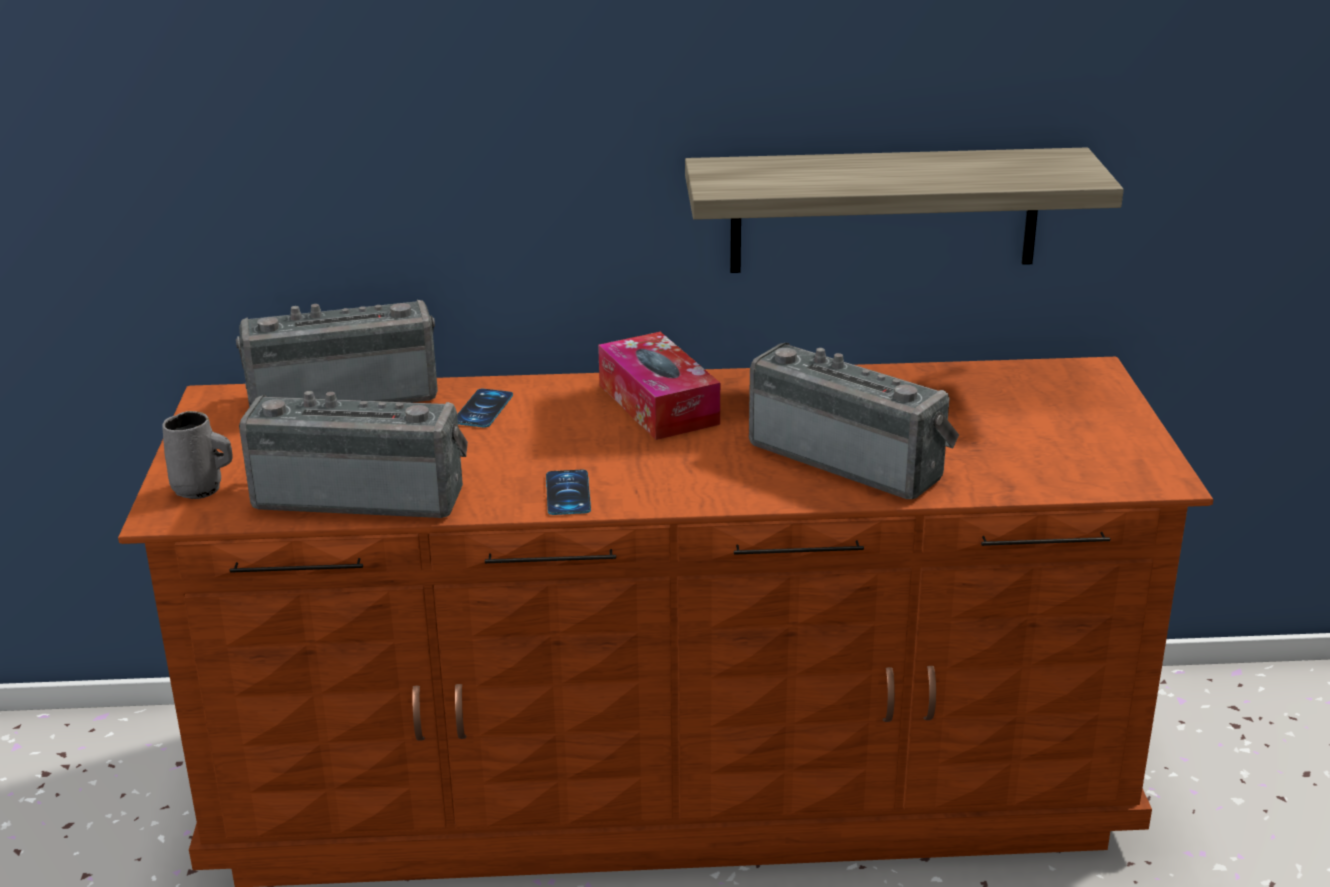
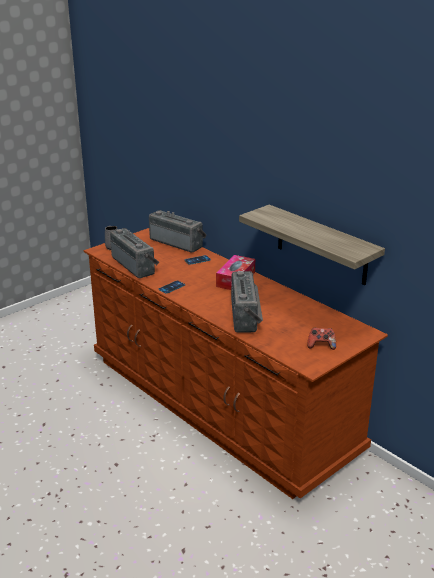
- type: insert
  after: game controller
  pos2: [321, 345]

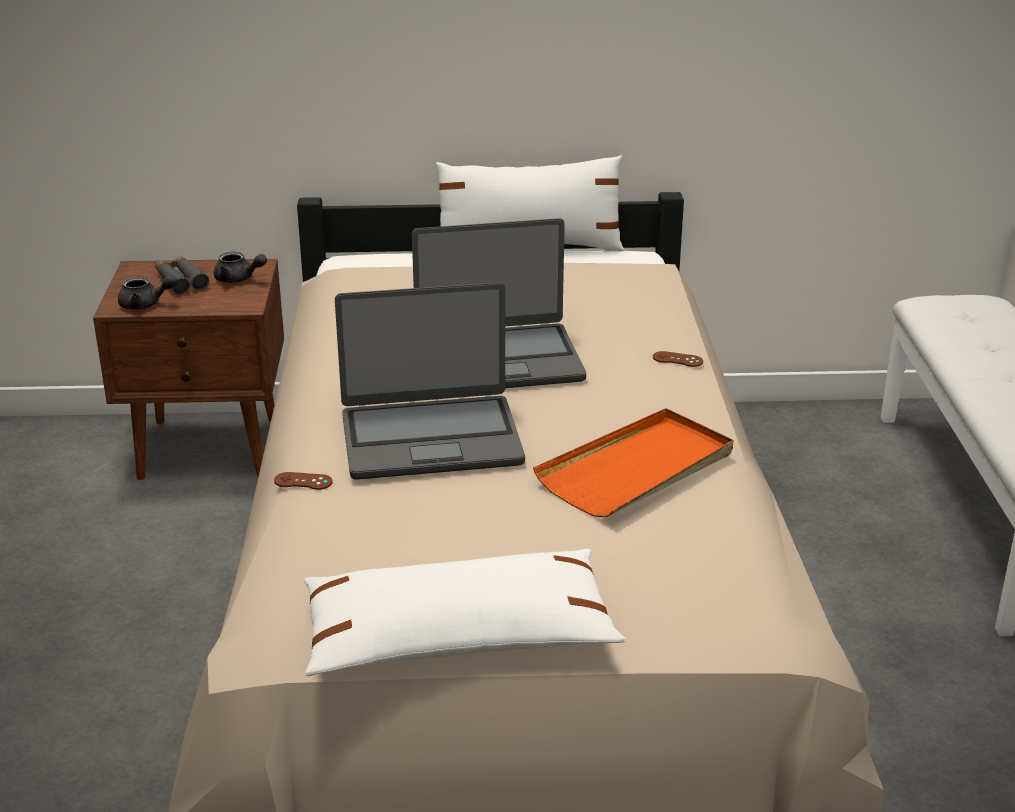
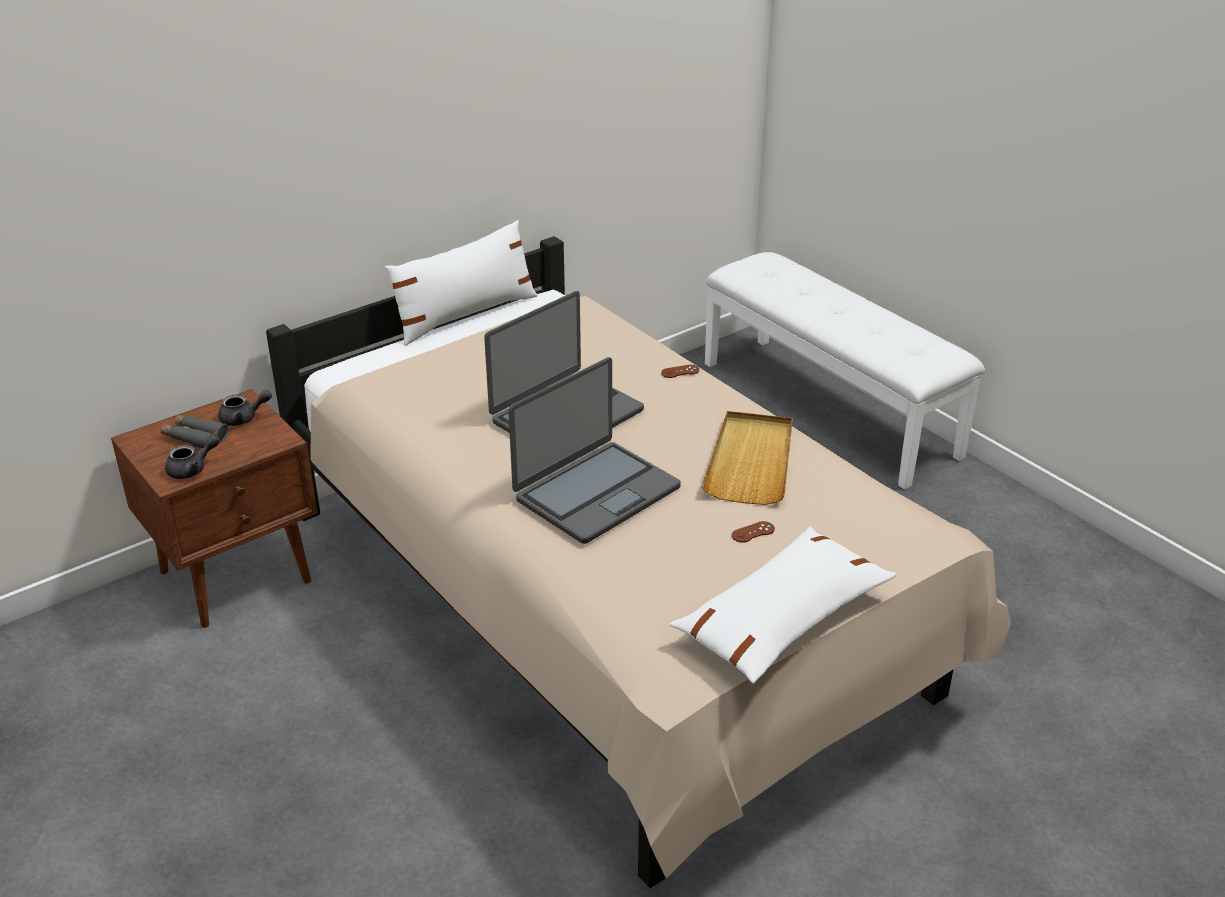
- type: recolor
  before: orangey serving tray
  after: sand-coloured serving tray
  pos1: [637, 469]
  pos2: [751, 461]
- type: move
  before: brown-coloured game controller
  pos1: [303, 481]
  pos2: [753, 532]

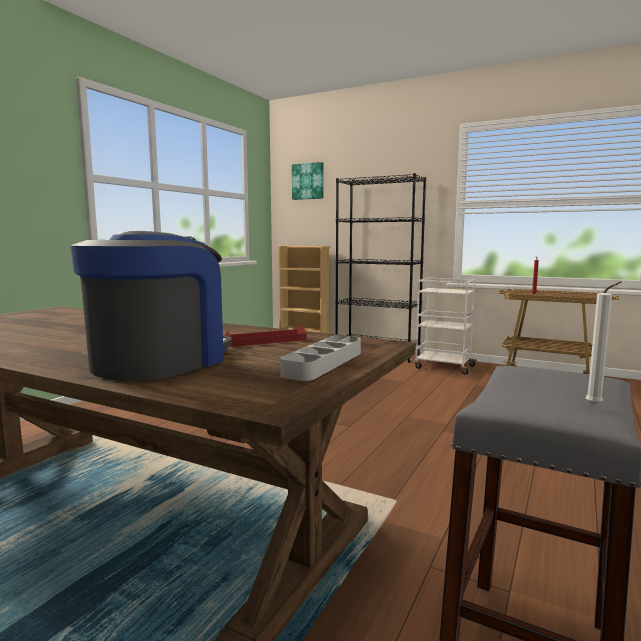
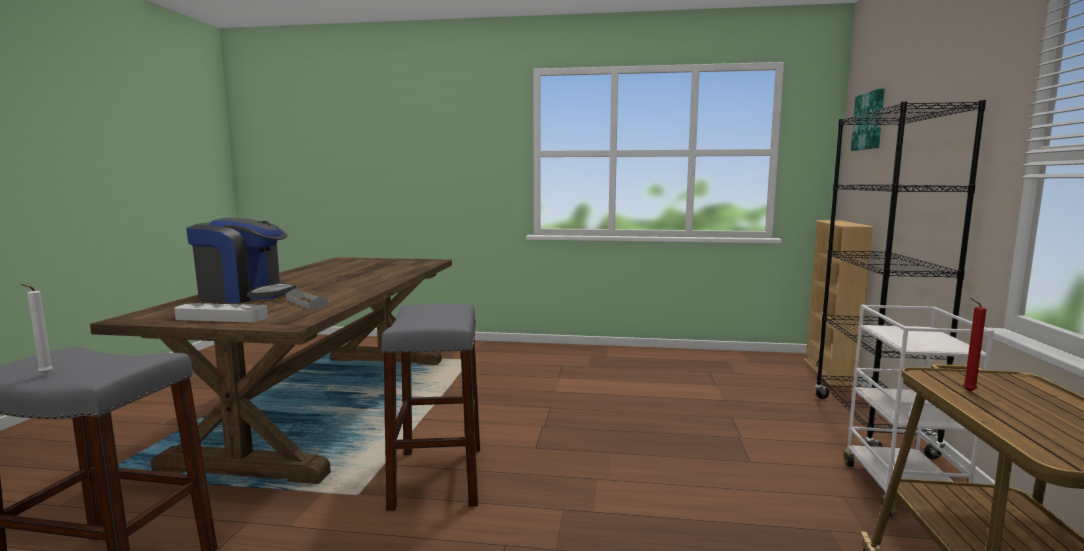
- type: recolor
  before: red-coloured serving tray
  after: gray serving tray
  pos1: [266, 341]
  pos2: [306, 302]
- type: insert
  after: gray stool seat
  pos2: [437, 477]

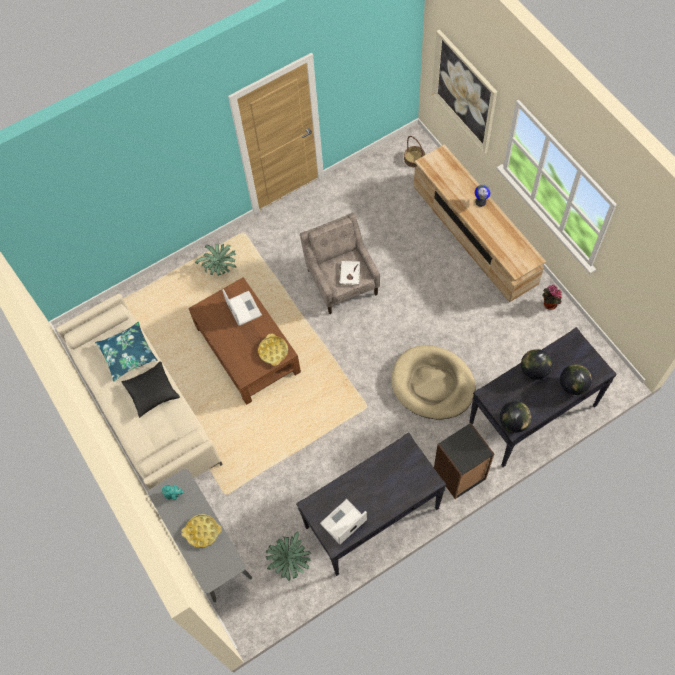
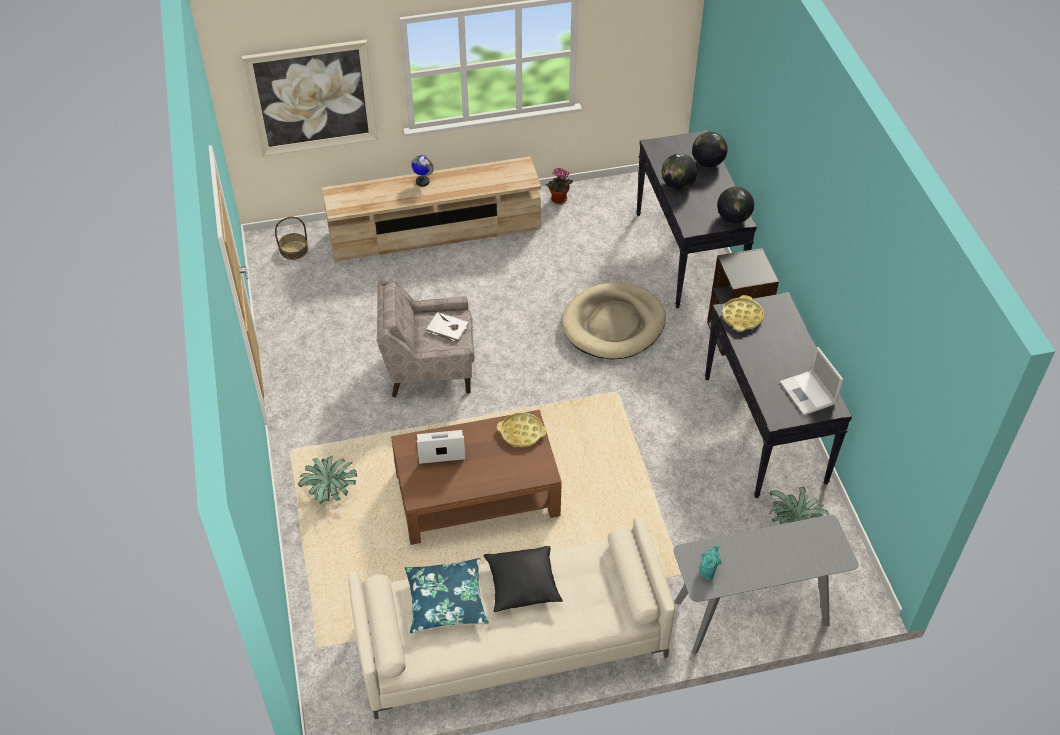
- type: move
  before: yellowish serving tray
  pos1: [202, 532]
  pos2: [742, 316]

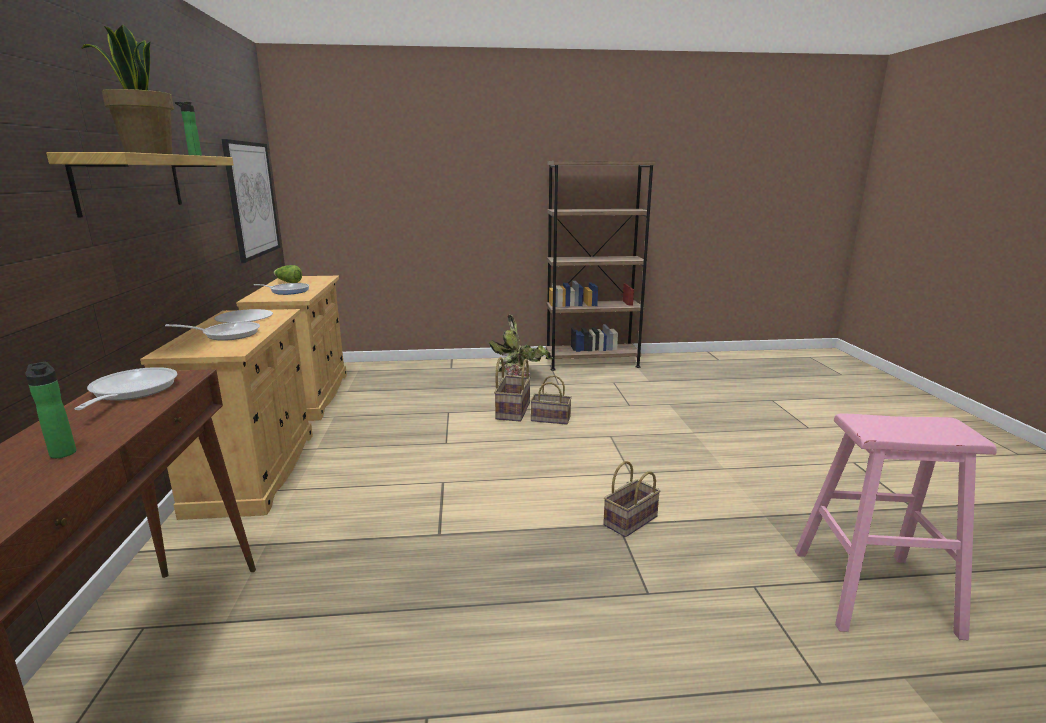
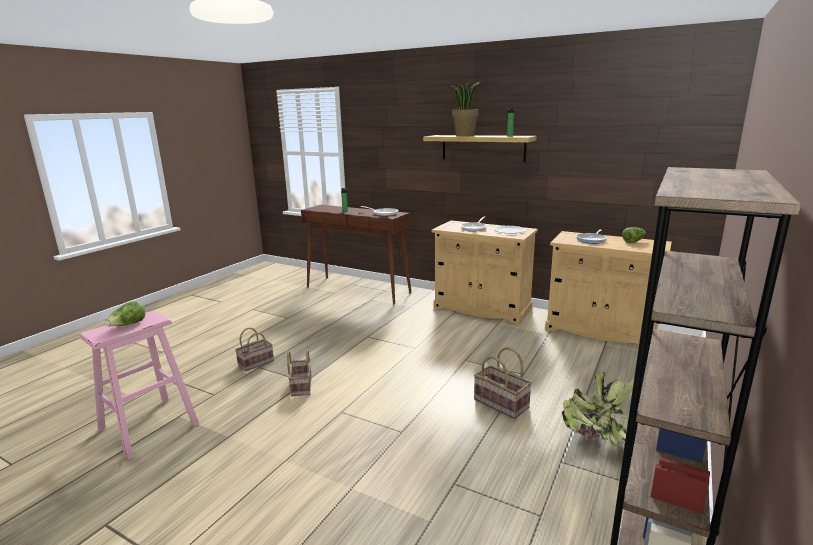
- type: delete
  before: picture
  pos1: [252, 199]
- type: move
  before: basket
  pos1: [549, 419]
  pos2: [256, 362]
- type: insert
  after: head of lettuce
  pos2: [128, 325]

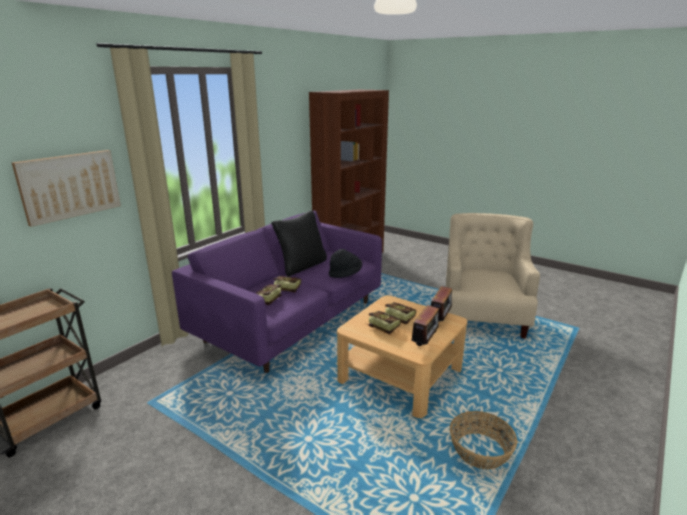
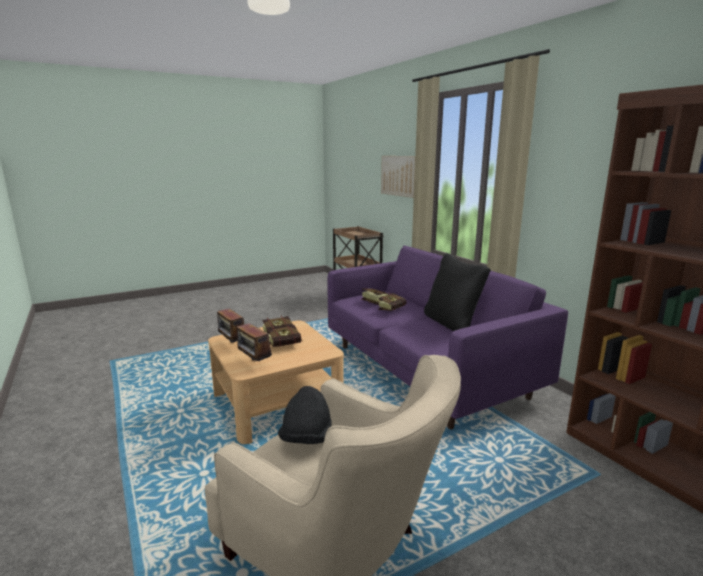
- type: move
  before: blackish hat
  pos1: [345, 274]
  pos2: [307, 439]
- type: delete
  before: basket
  pos1: [479, 451]

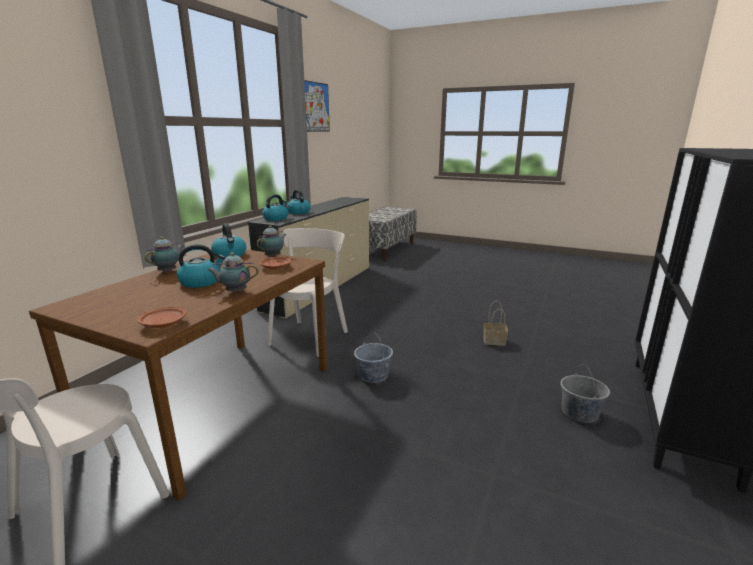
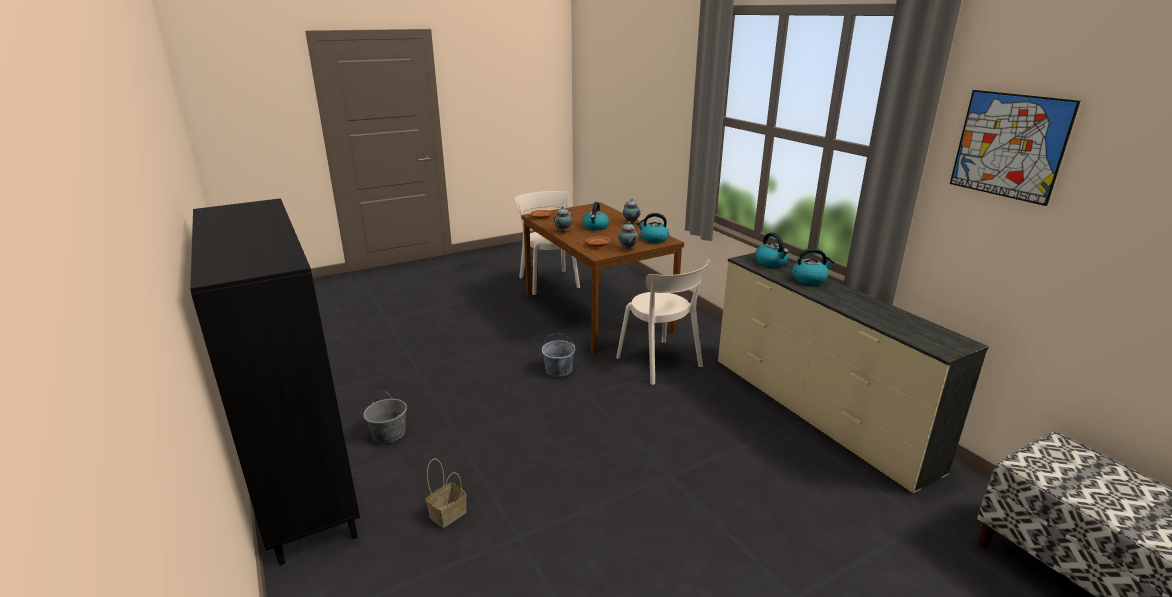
- type: move
  before: basket
  pos1: [493, 341]
  pos2: [448, 513]

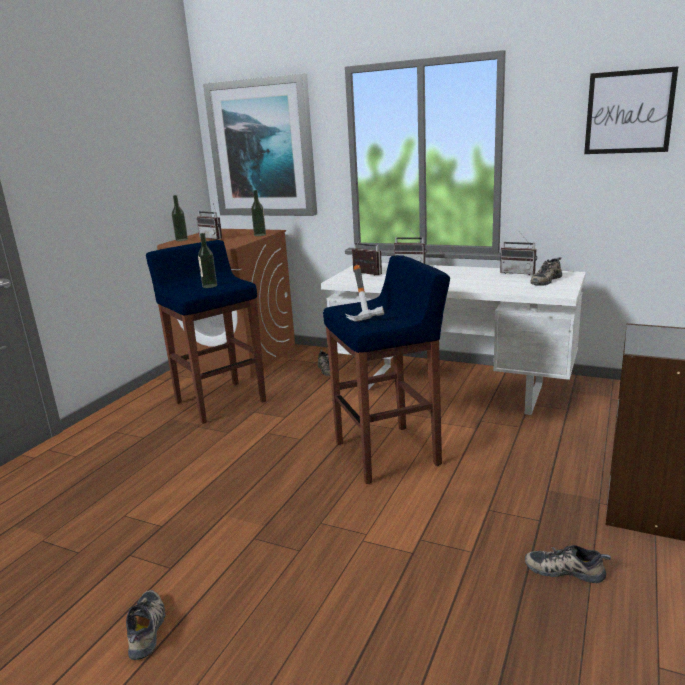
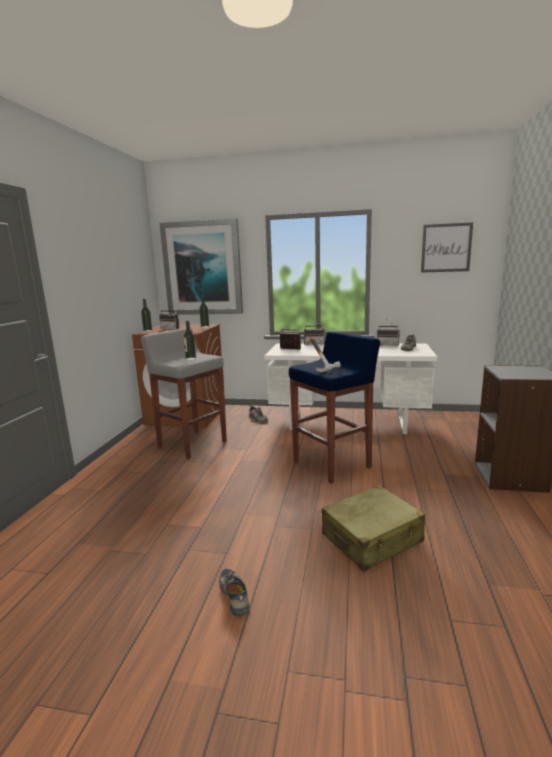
- type: recolor
  before: blue-coloured stool seat
  after: gray stool seat
  pos1: [220, 401]
  pos2: [192, 444]
- type: delete
  before: low shoe
  pos1: [565, 569]
- type: insert
  after: sand-coloured suitcase
  pos2: [372, 538]

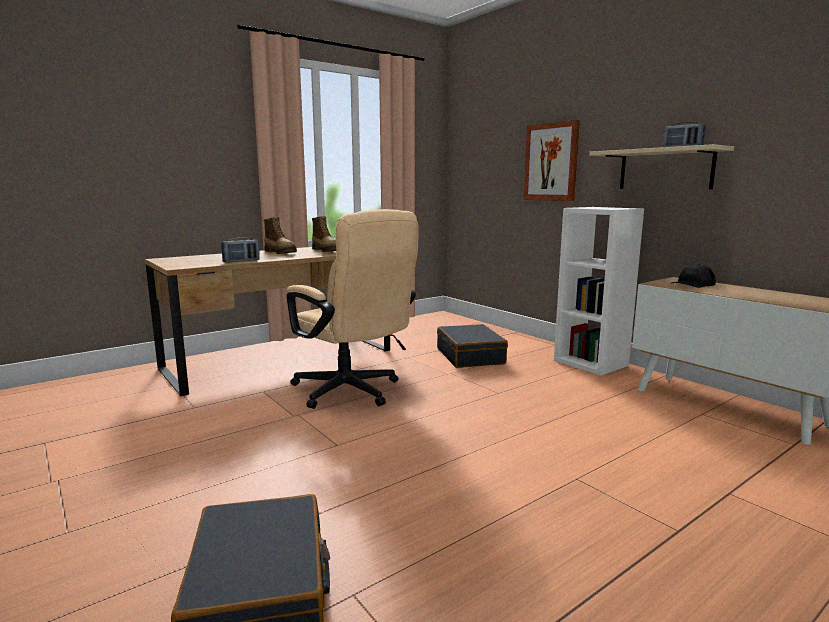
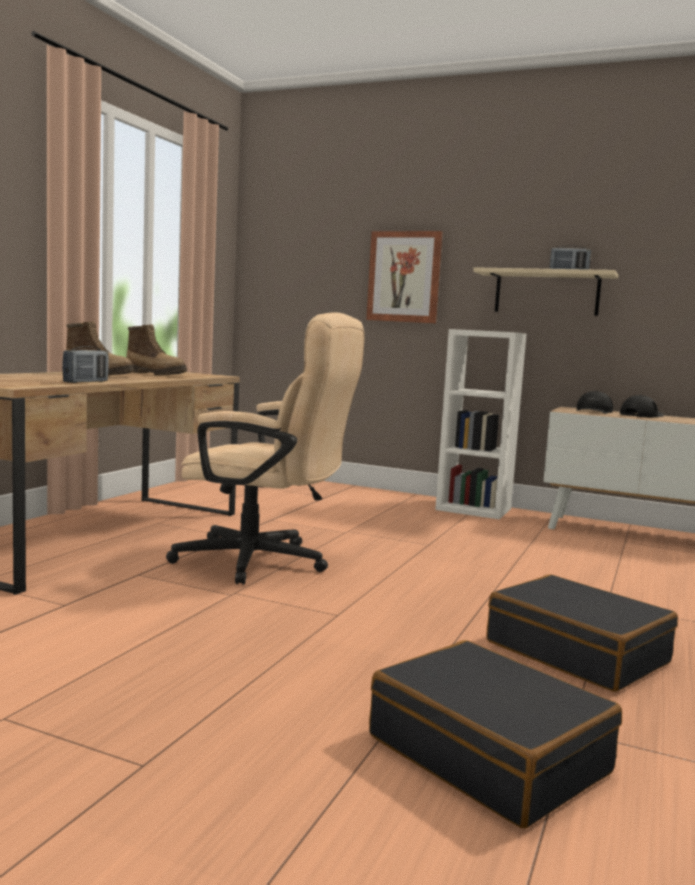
- type: move
  before: blackish suitcase
  pos1: [470, 356]
  pos2: [577, 652]
- type: insert
  after: blackish cap
  pos2: [641, 415]

